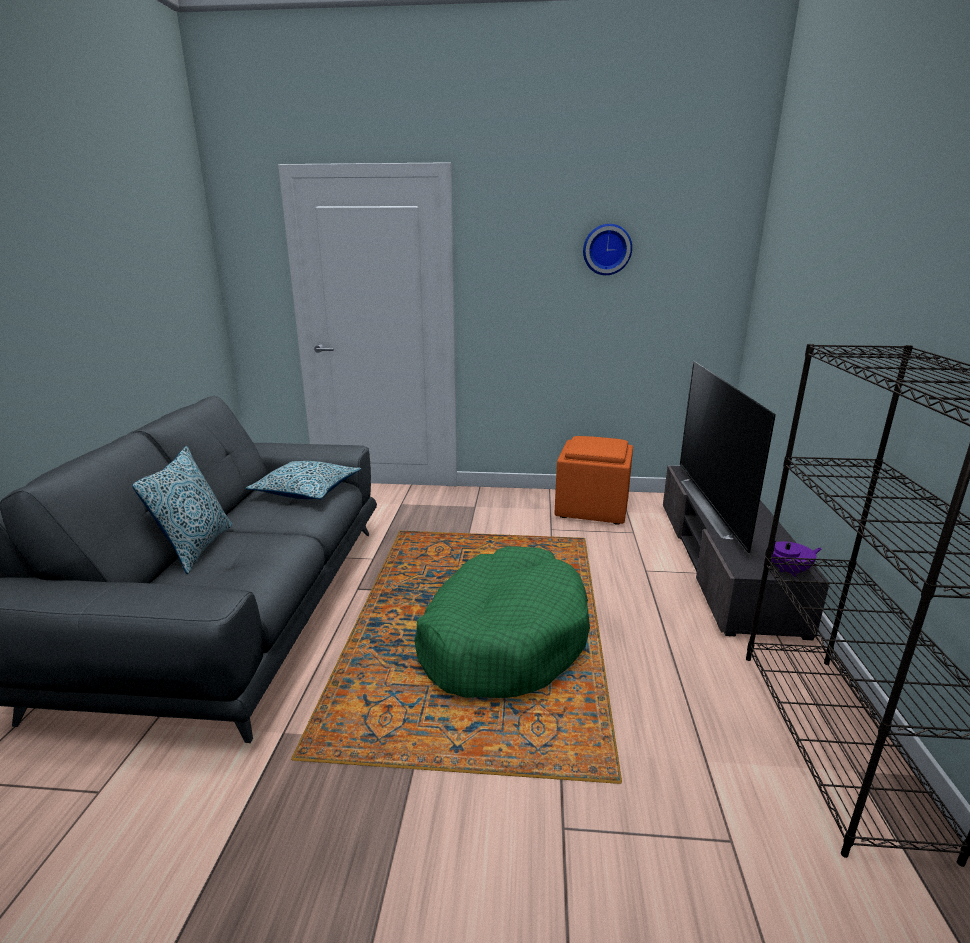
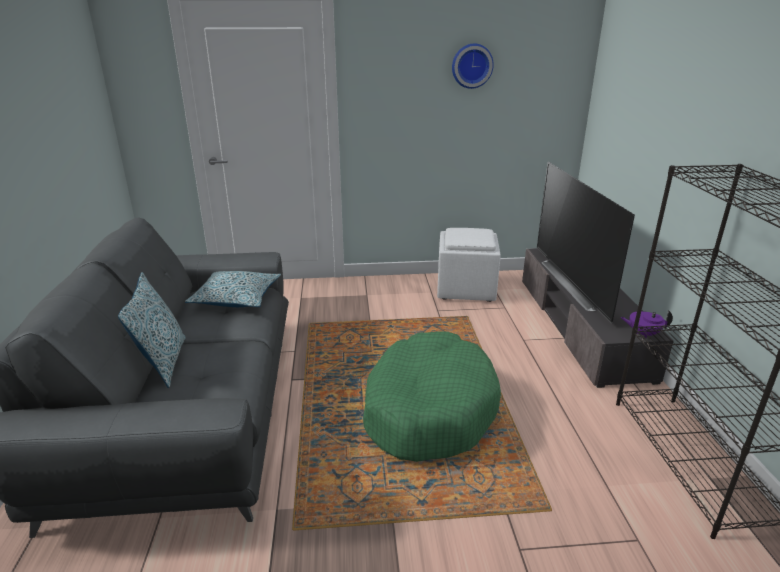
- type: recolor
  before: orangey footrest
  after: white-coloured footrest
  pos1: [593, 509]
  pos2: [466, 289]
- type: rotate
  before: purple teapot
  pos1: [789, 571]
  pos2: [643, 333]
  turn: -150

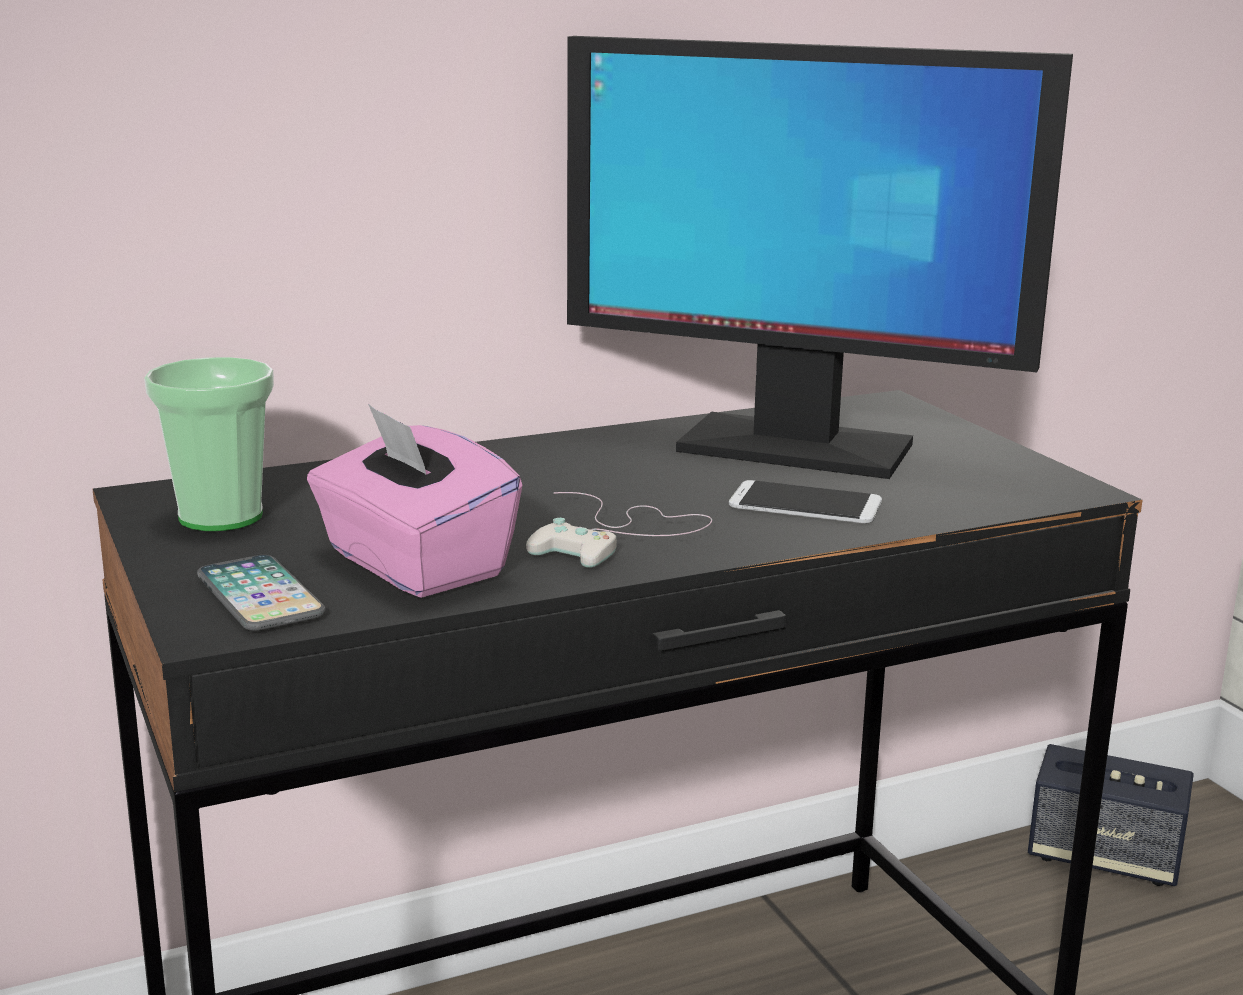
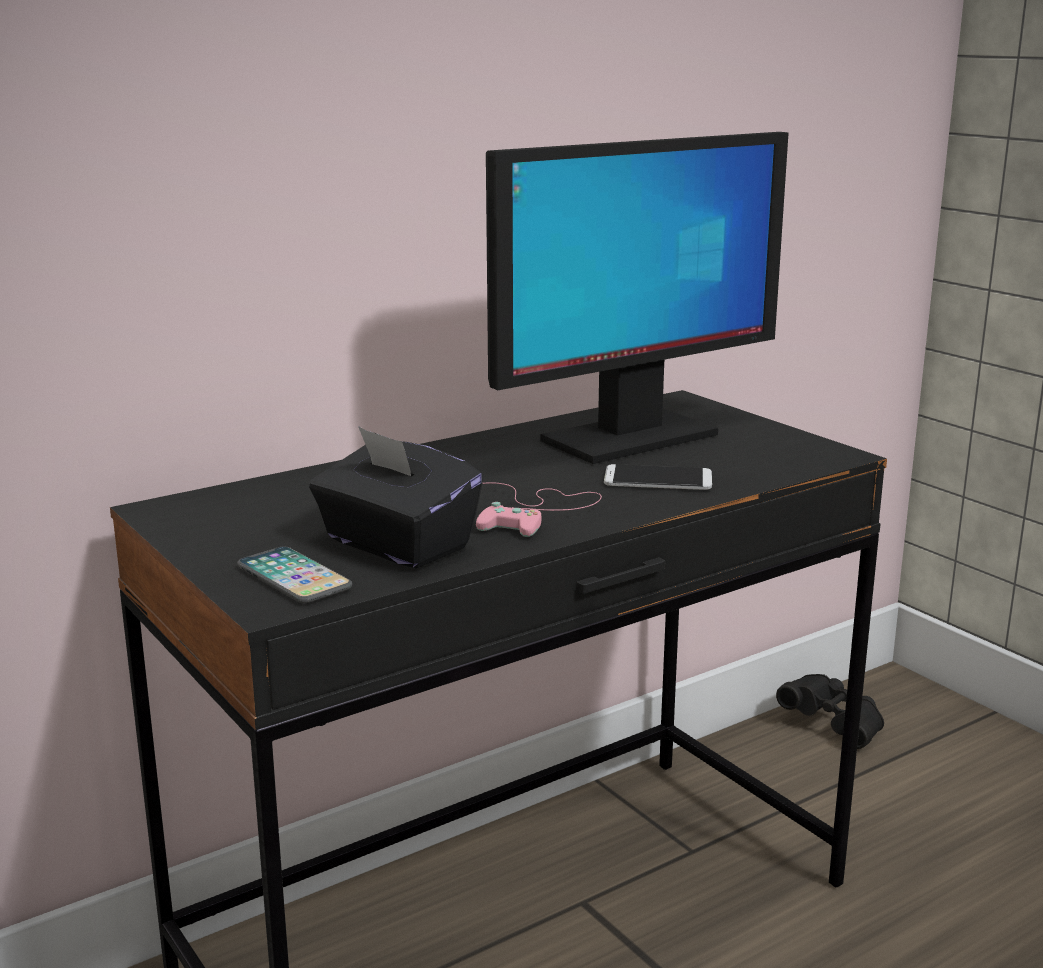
- type: rotate
  before: monitor
  pos1: [792, 448]
  pos2: [628, 438]
  turn: -45
- type: delete
  before: drinking cup
  pos1: [220, 517]
- type: recolor
  before: pink tissue box
  after: blackish tissue box
  pos1: [413, 565]
  pos2: [396, 545]
- type: recolor
  before: white-coloured game controller
  after: pink game controller
  pos1: [618, 536]
  pos2: [536, 512]
- type: replace
  before: loudspeaker
  after: blackish pair of binoculars
  pos1: [1104, 857]
  pos2: [834, 725]

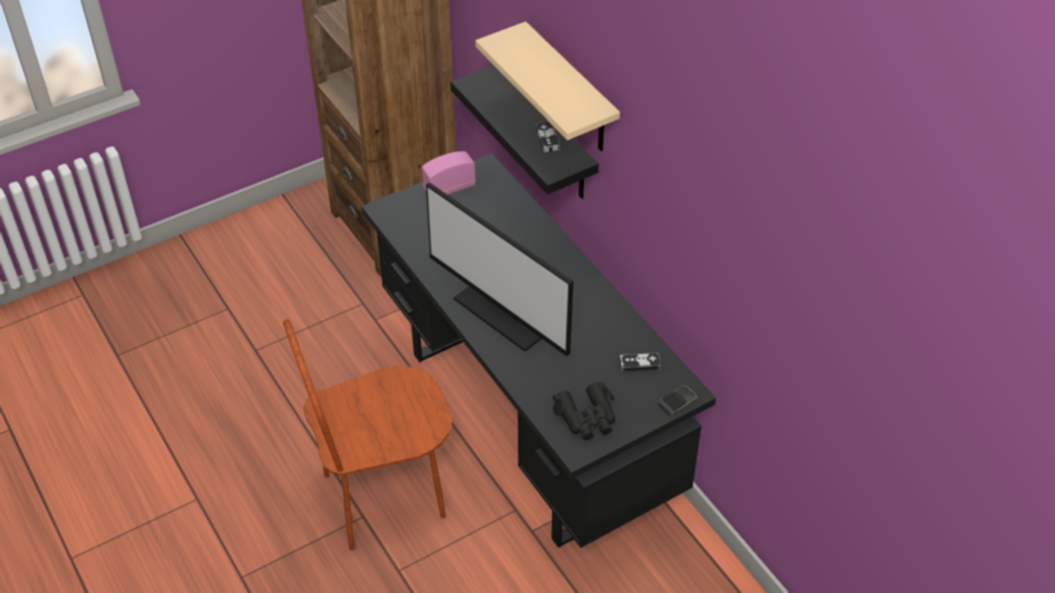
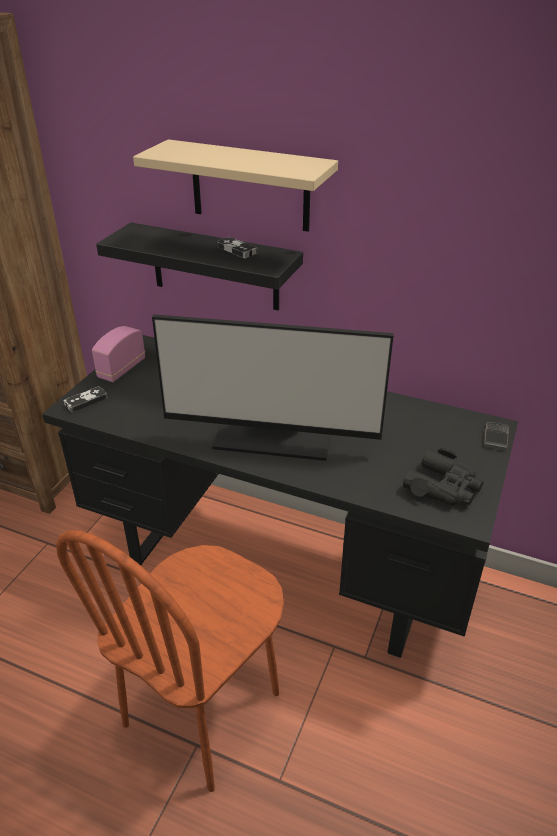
- type: move
  before: game controller
  pos1: [639, 364]
  pos2: [86, 401]

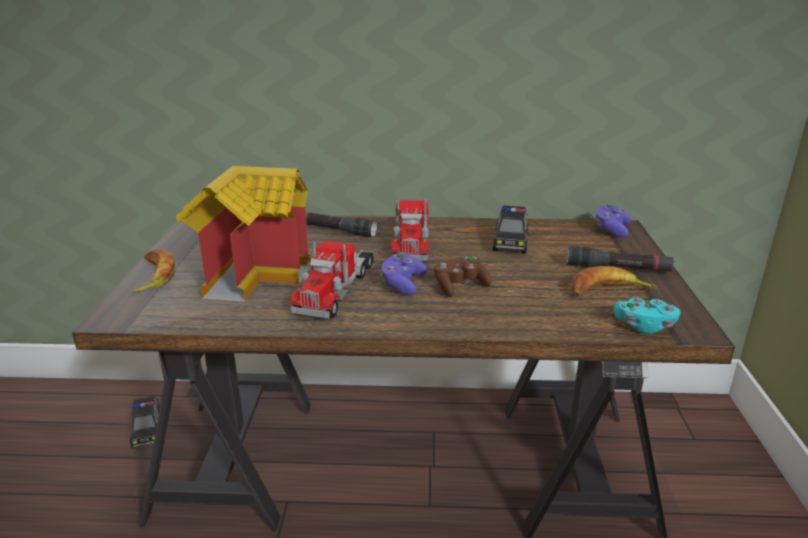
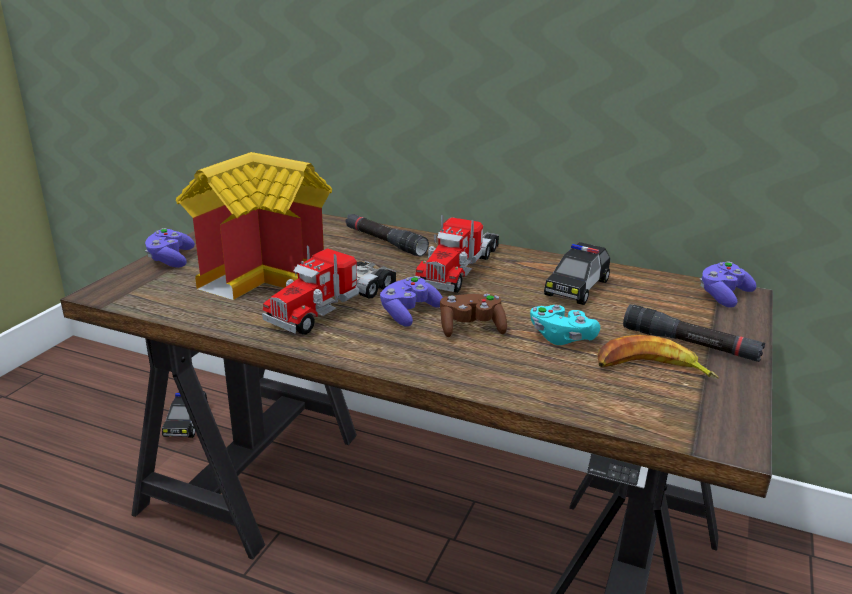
- type: replace
  before: banana
  after: purple game controller
  pos1: [153, 277]
  pos2: [170, 259]
- type: move
  before: turquoise game controller
  pos1: [644, 326]
  pos2: [561, 338]

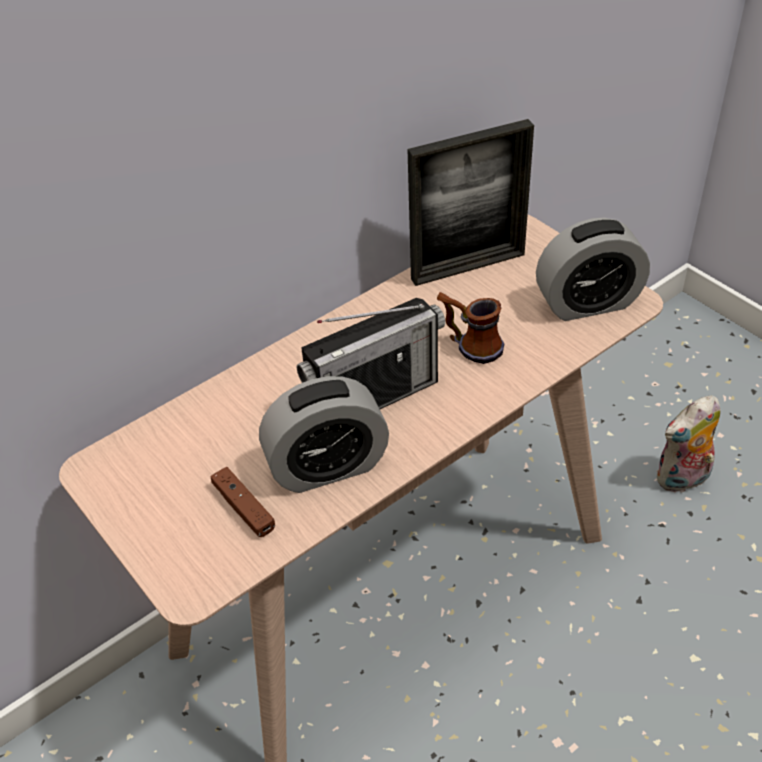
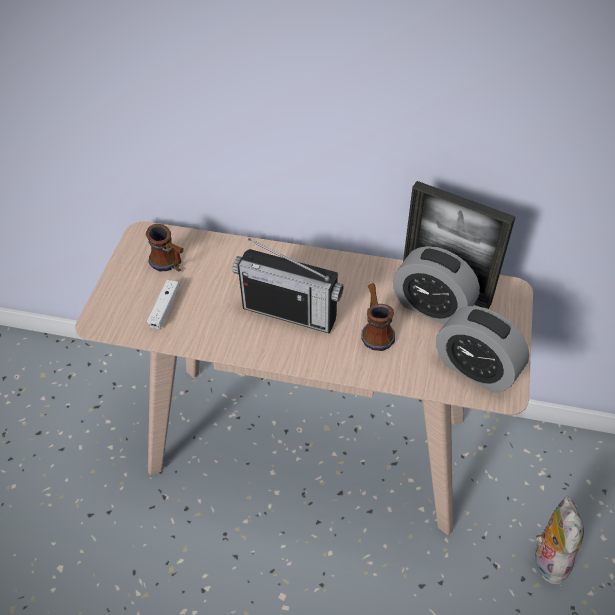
- type: move
  before: bedside clock
  pos1: [327, 467]
  pos2: [432, 307]
- type: rotate
  before: plush toy
  pos1: [682, 480]
  pos2: [547, 557]
  turn: 75
- type: recolor
  before: brown-coloured game controller
  after: white-coloured game controller
  pos1: [244, 508]
  pos2: [164, 308]
- type: insert
  after: mug
  pos2: [170, 265]

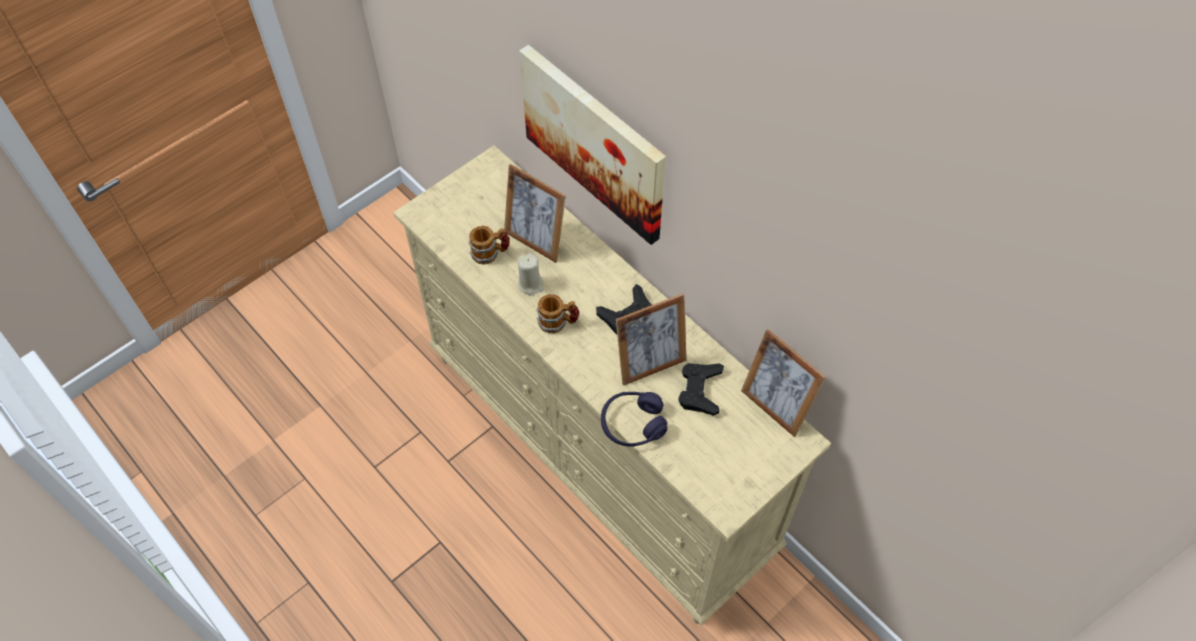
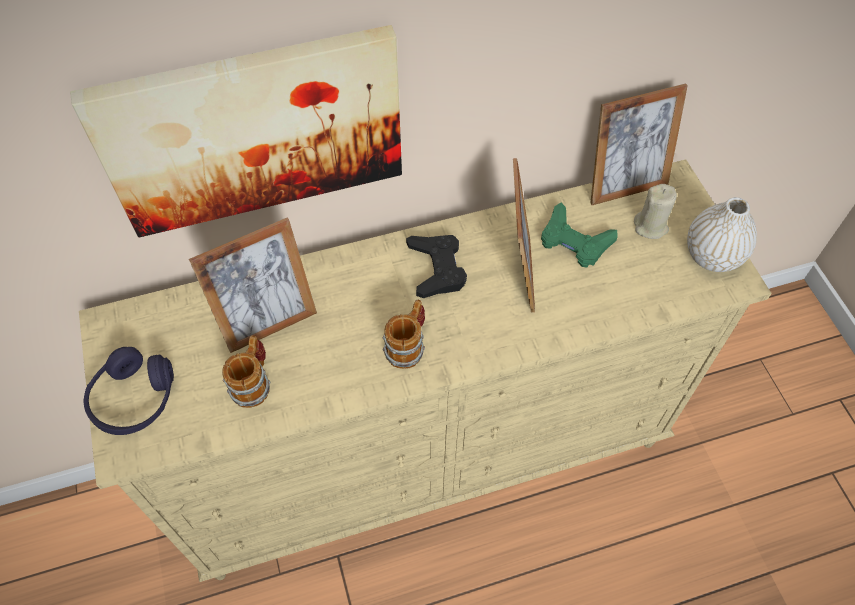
- type: move
  before: sand-coloured wax candle
  pos1: [530, 284]
  pos2: [651, 226]
- type: recolor
  before: blackish game controller
  after: green-coloured game controller
  pos1: [700, 390]
  pos2: [574, 241]
- type: move
  before: purple pair of headphones
  pos1: [633, 424]
  pos2: [134, 399]
- type: insert
  after: white-coloured decorative vase
  pos2: [712, 255]

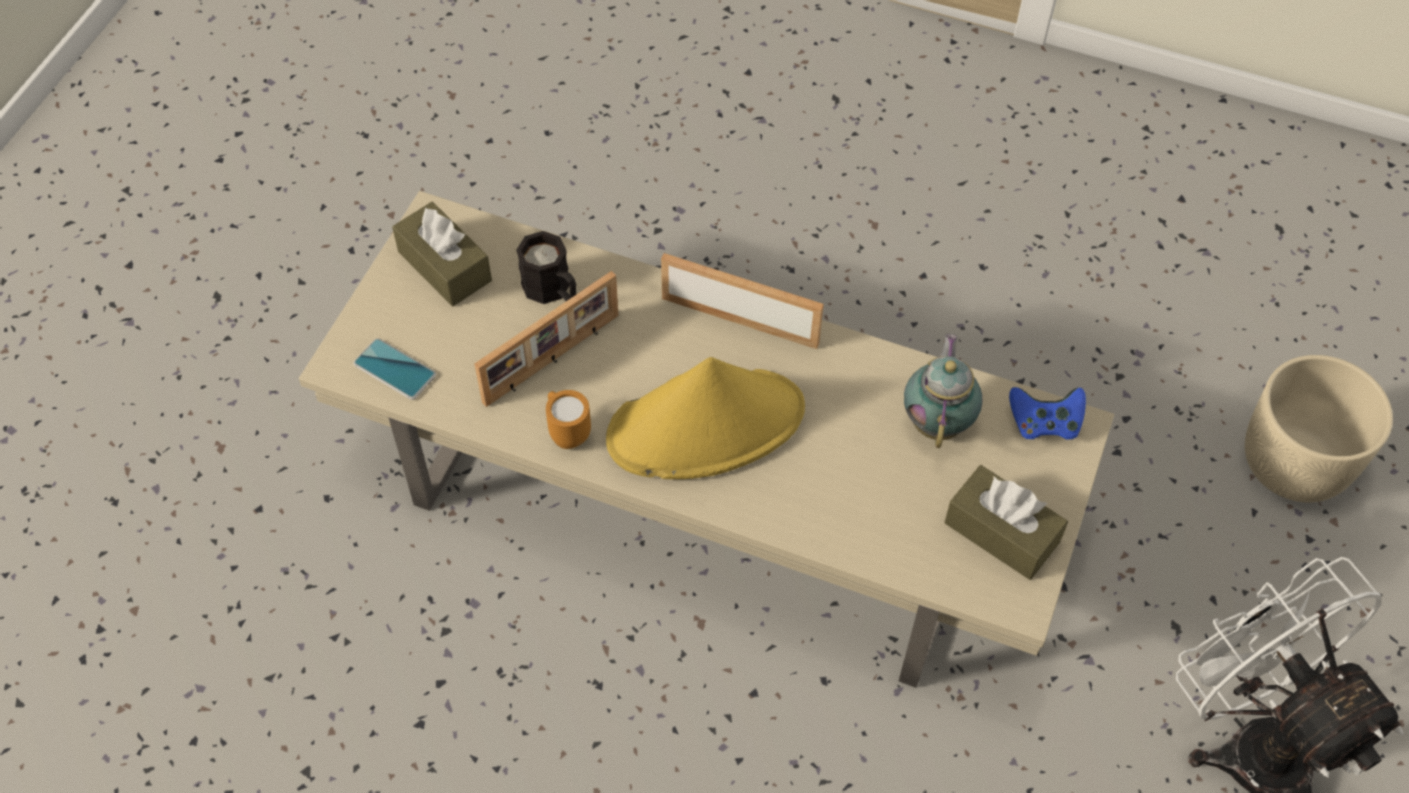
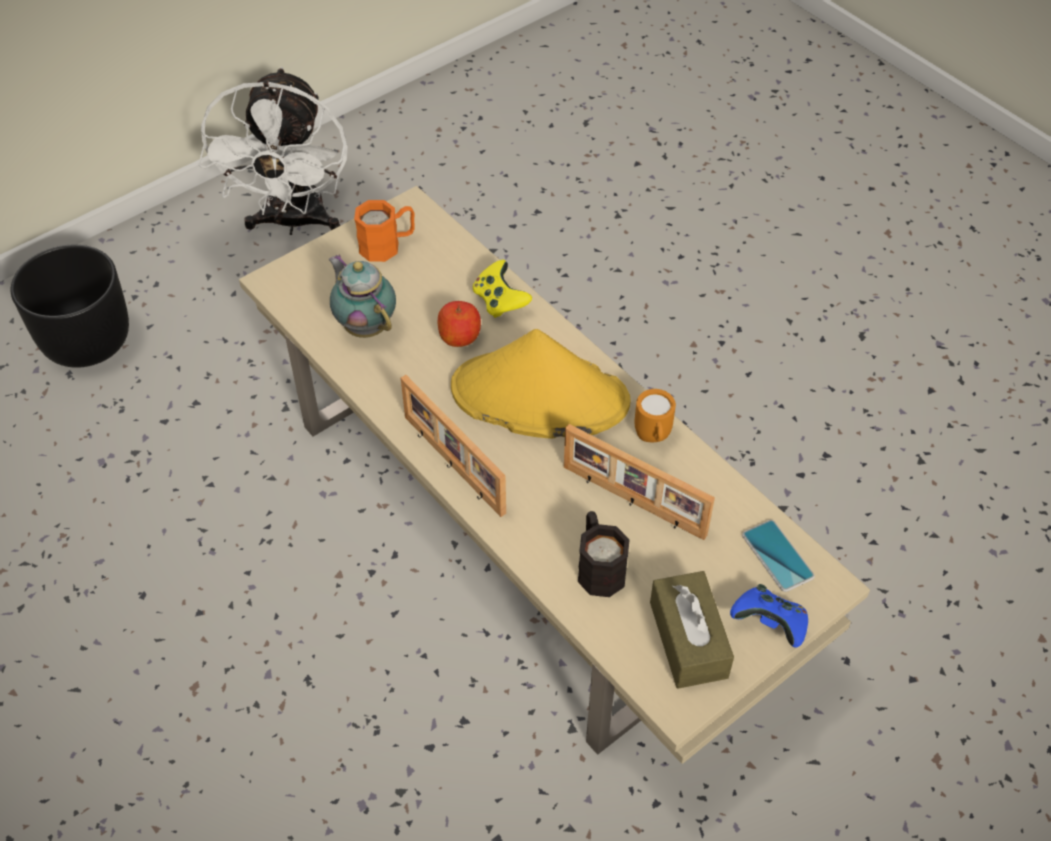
- type: rotate
  before: standing frame
  pos1: [553, 360]
  pos2: [632, 502]
  turn: -135
- type: rotate
  before: teapot
  pos1: [938, 421]
  pos2: [365, 325]
  turn: 105
- type: recolor
  before: sand-coloured plant pot
  after: blackish plant pot
  pos1: [1293, 462]
  pos2: [87, 341]
- type: move
  before: blue-coloured game controller
  pos1: [1044, 423]
  pos2: [770, 624]
- type: replace
  before: brown-coloured tissue box
  after: orangey mug
  pos1: [1001, 533]
  pos2: [387, 245]
- type: insert
  after: yellowish game controller
  pos2: [500, 301]
- type: insert
  after: whole apple
  pos2: [459, 336]

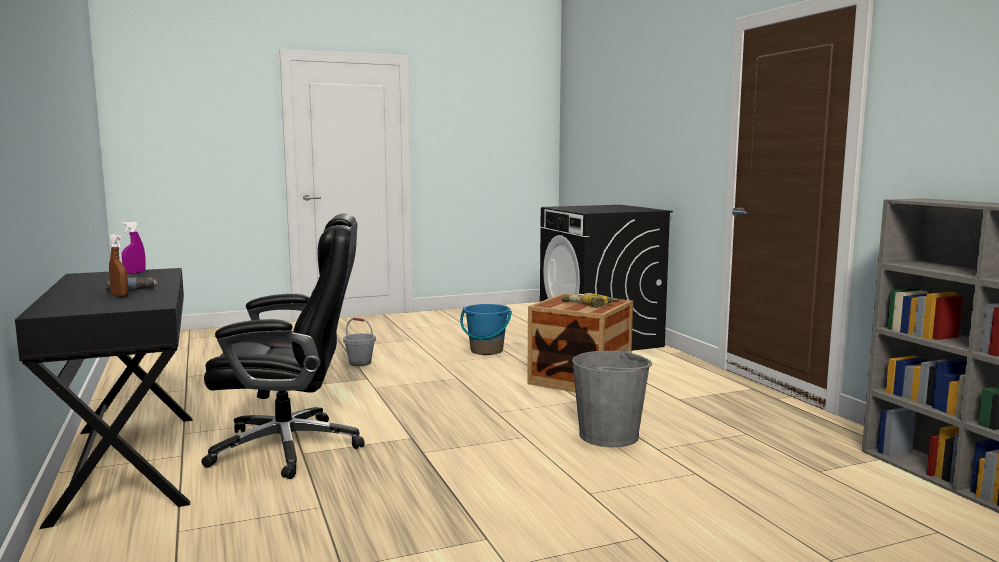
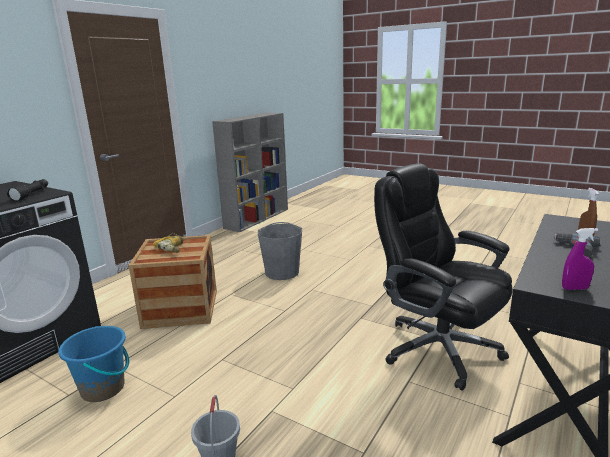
- type: insert
  after: blackish torch
  pos2: [32, 195]

